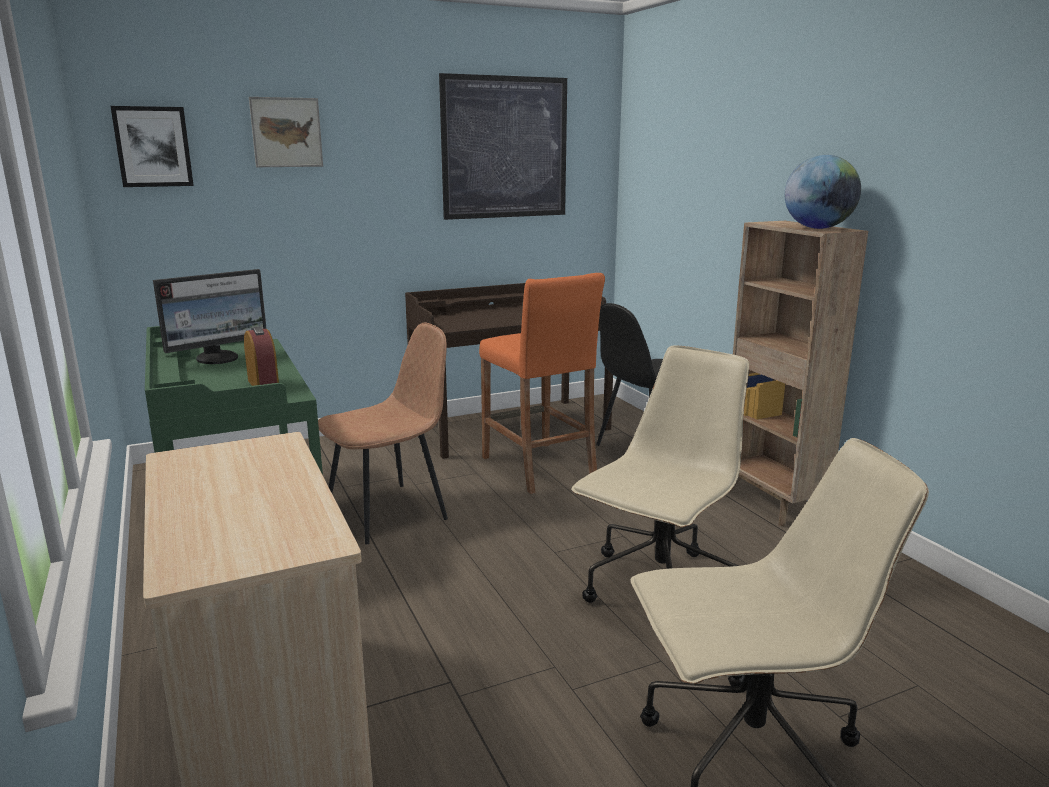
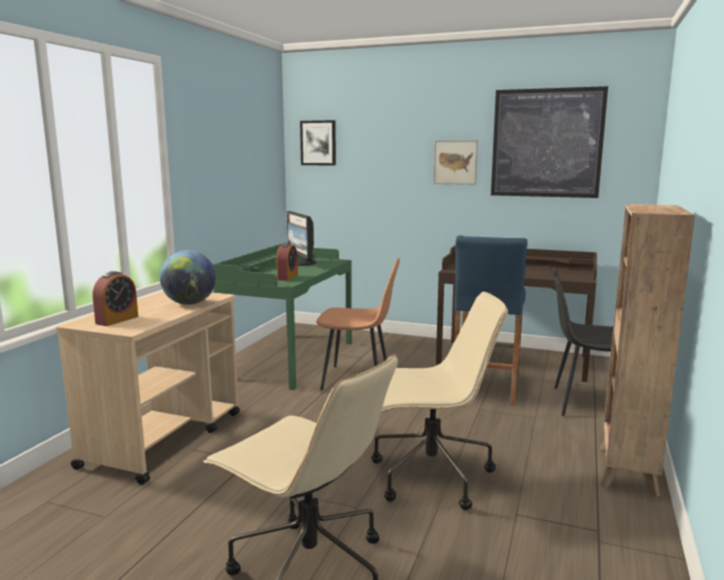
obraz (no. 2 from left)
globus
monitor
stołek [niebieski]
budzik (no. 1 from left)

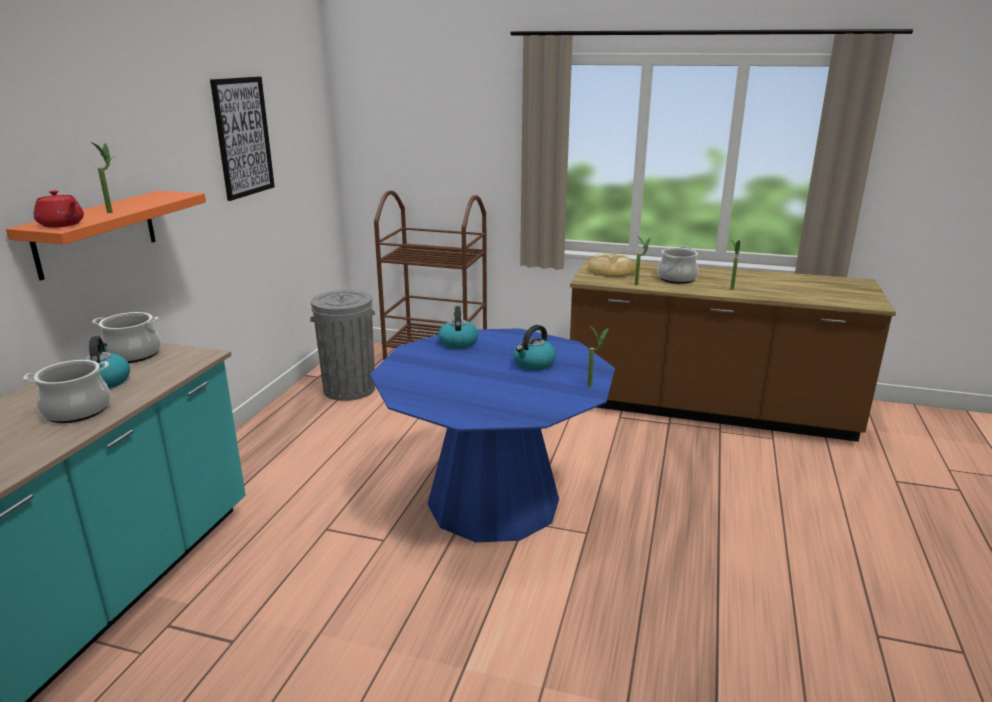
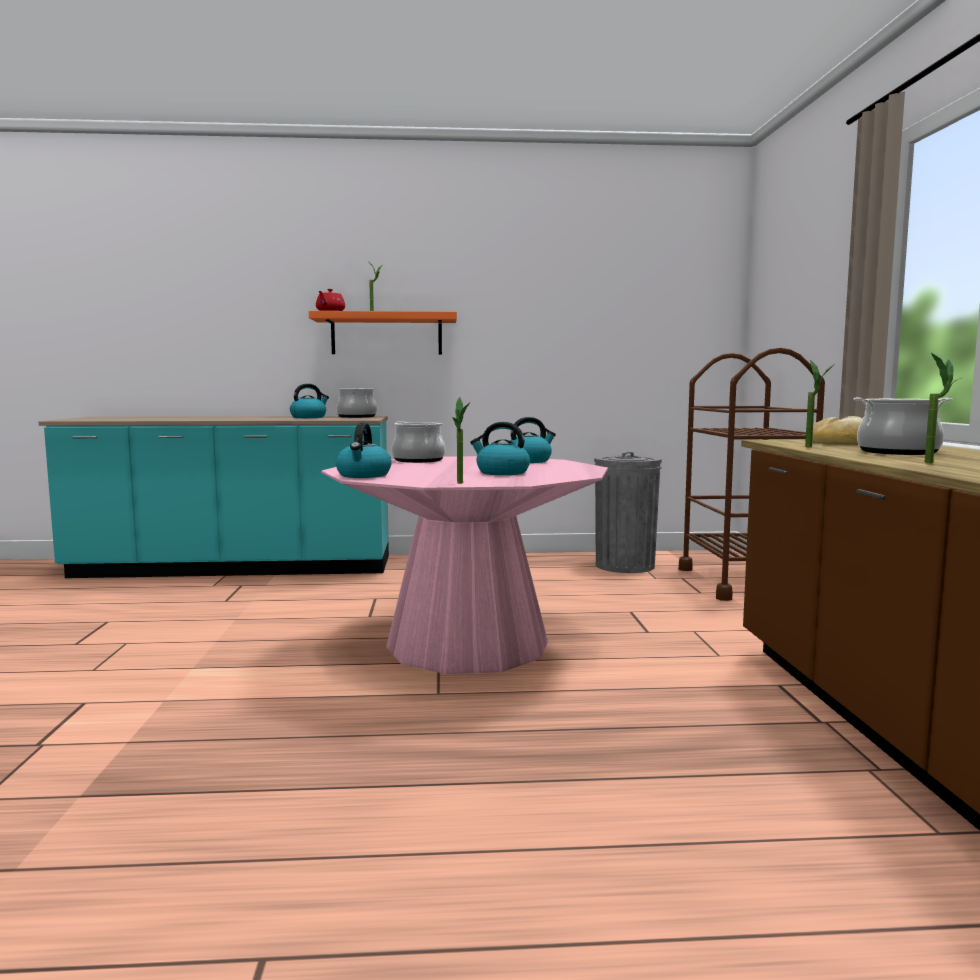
obraz
stół jadalny [różowy]
garnek (no. 2 from left)
czajnik (no. 2 from left)

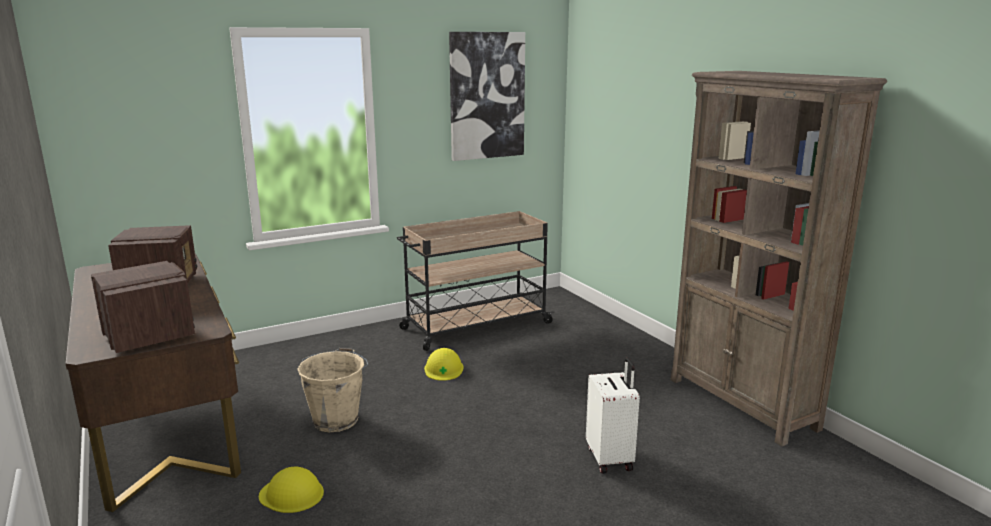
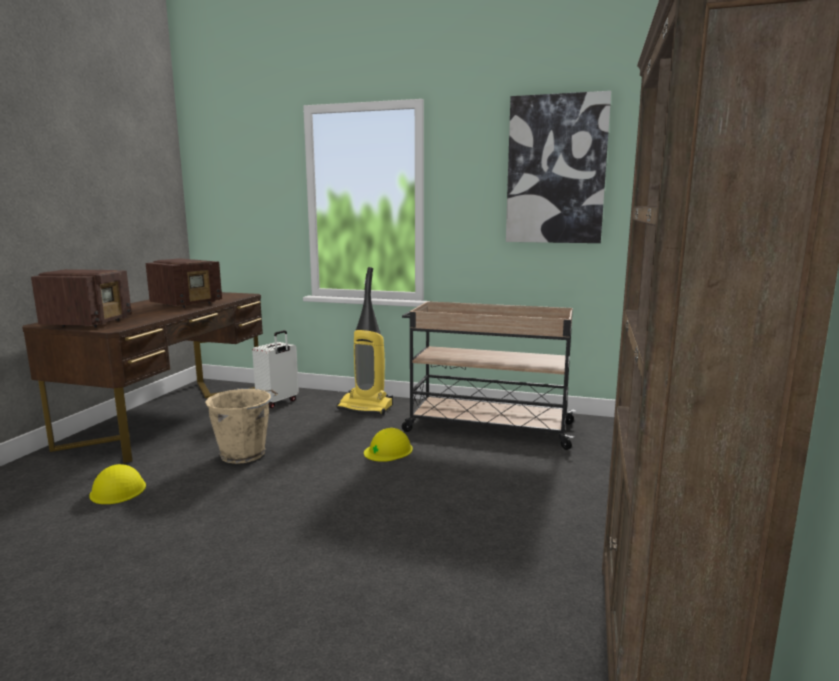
walizka [biały]
odkurzacz

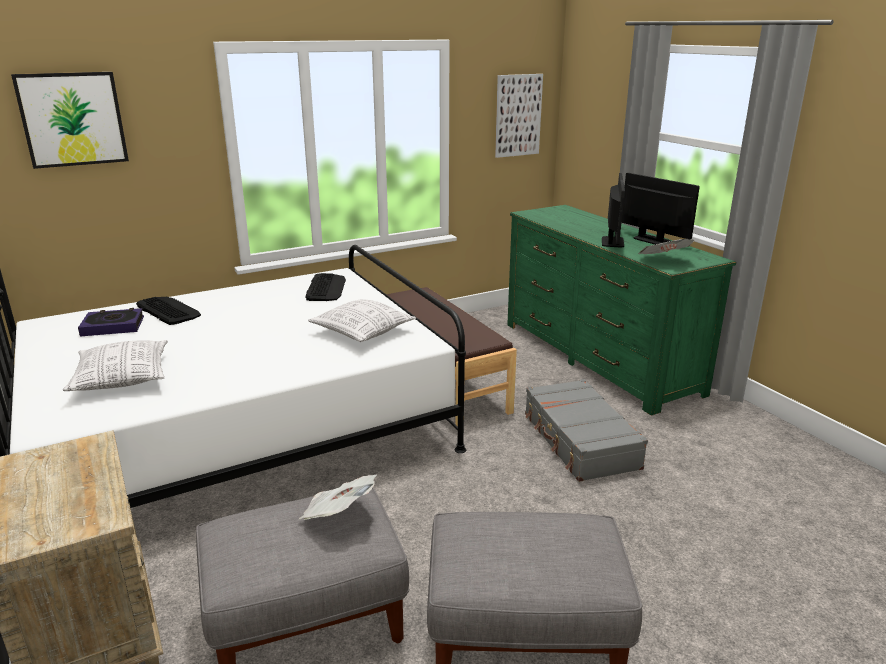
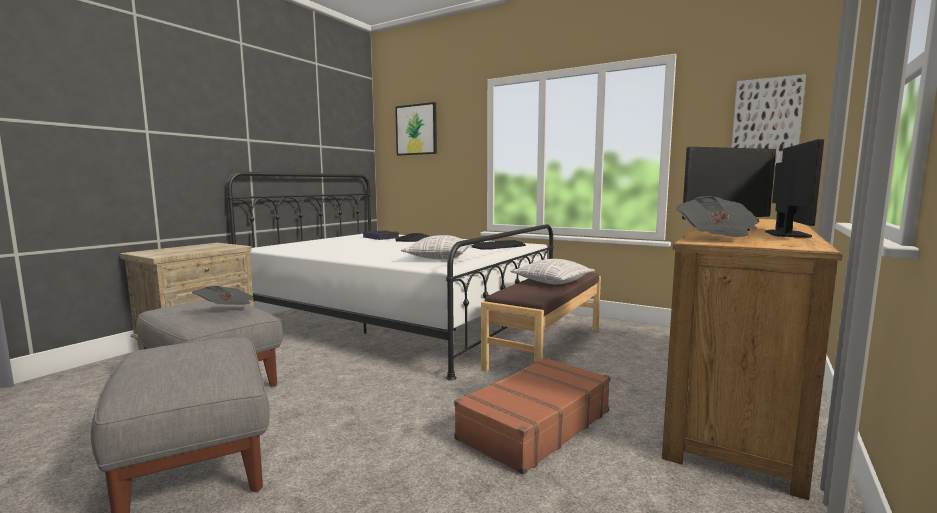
komoda [brązowy]
poduszka (no. 2 from left)
walizka [brązowy]

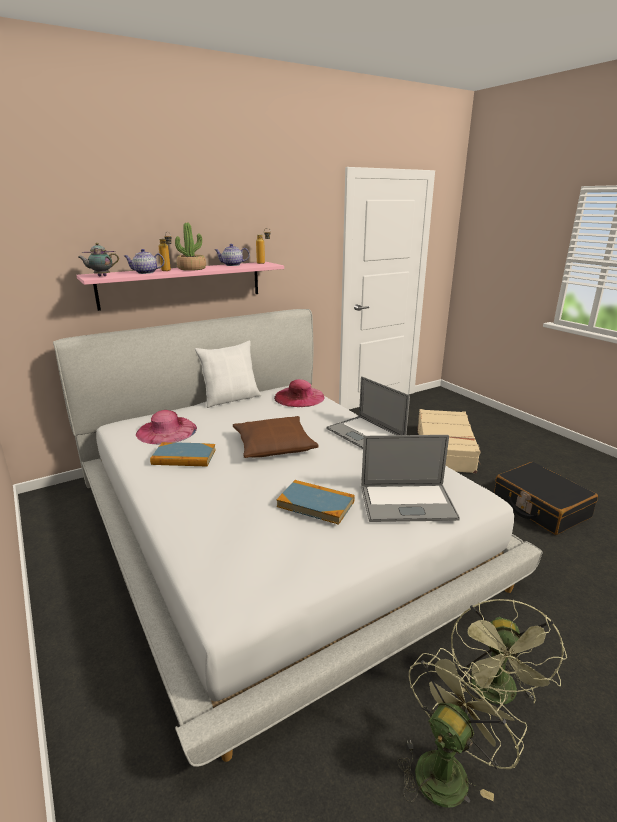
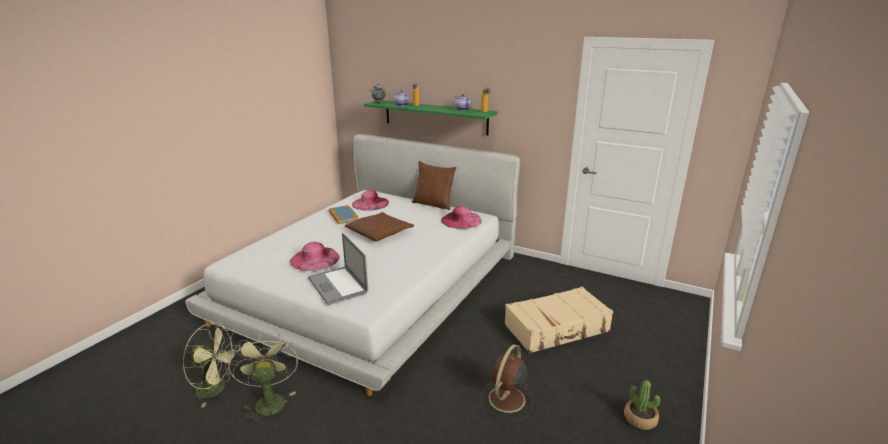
roślina doniczkowa
półka [zielony]
poduszka [brązowy] (no. 2 from left)
laptop (no. 1 from left in the first image)
wentylator [brązowy]
kapelusz [różowy] (no. 1 from left)
wentylator [zielony] (no. 2 from left)

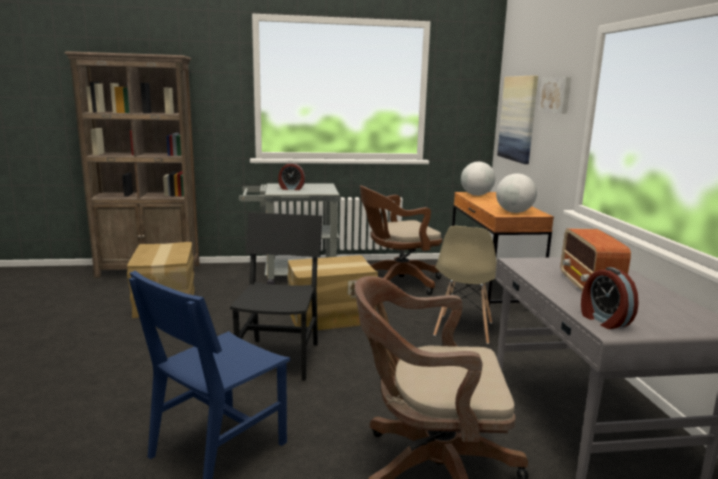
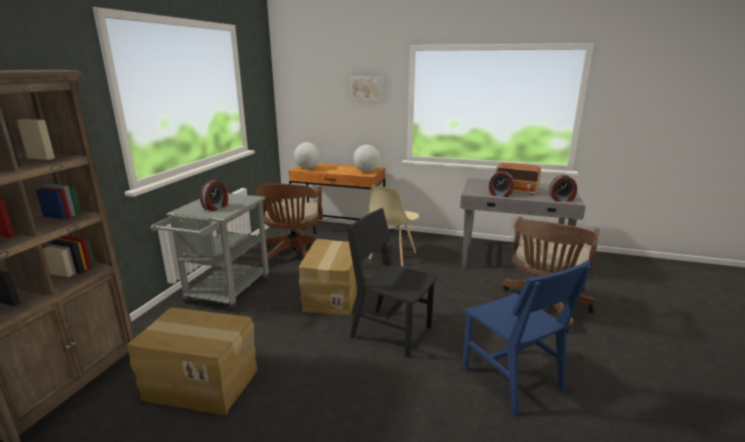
obraz (no. 1 from left in the first image)
krzesło [beżowy]
budzik (no. 2 from left)

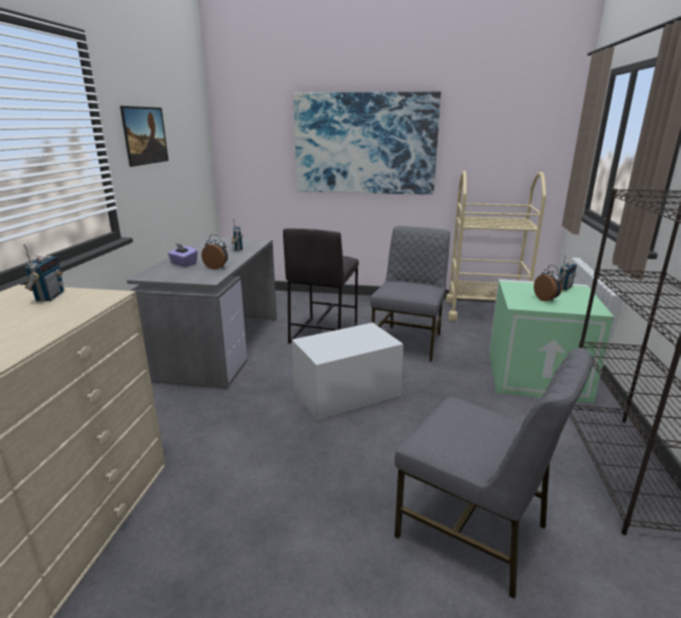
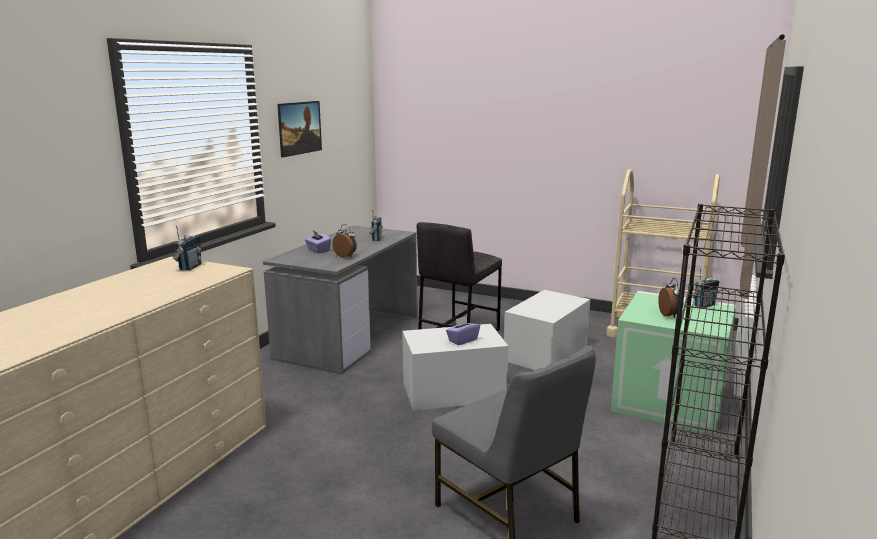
obraz (no. 2 from left in the first image)
pojemnik do przechowywania [biały] (no. 2 from left)
pudełko chusteczek [fioletowy] (no. 2 from left)

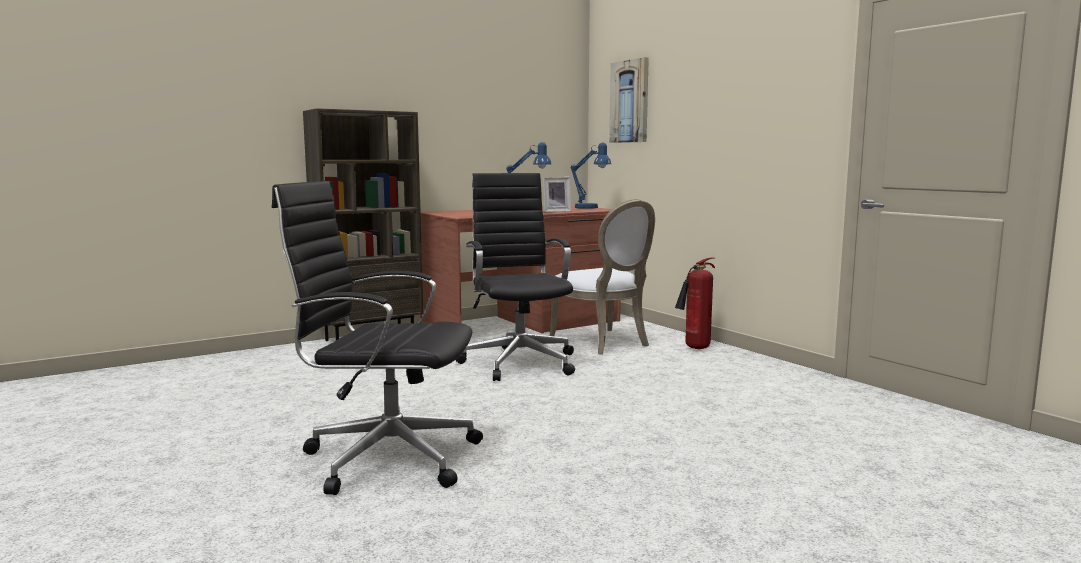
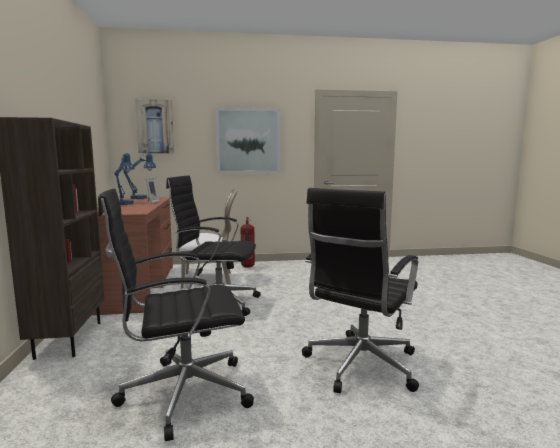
obraz (no. 2 from left)
krzesło biurowe [czarny] (no. 1 from left)

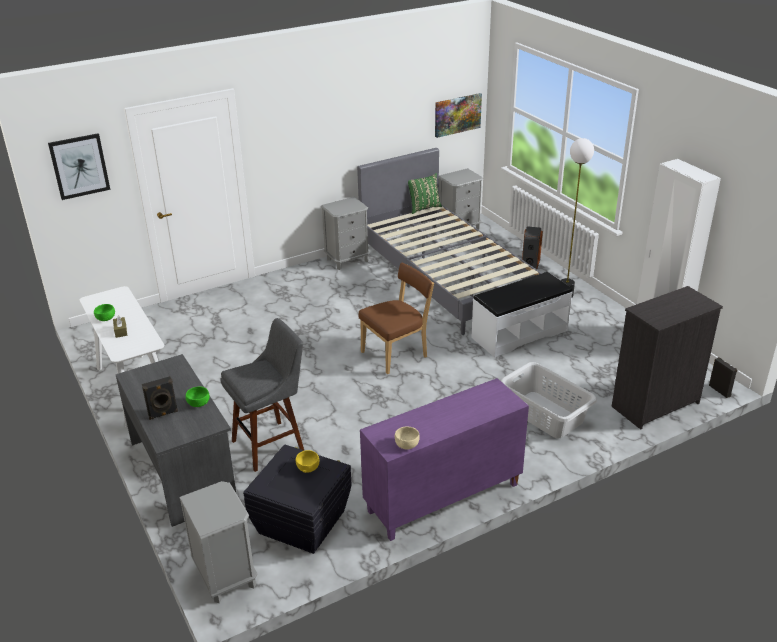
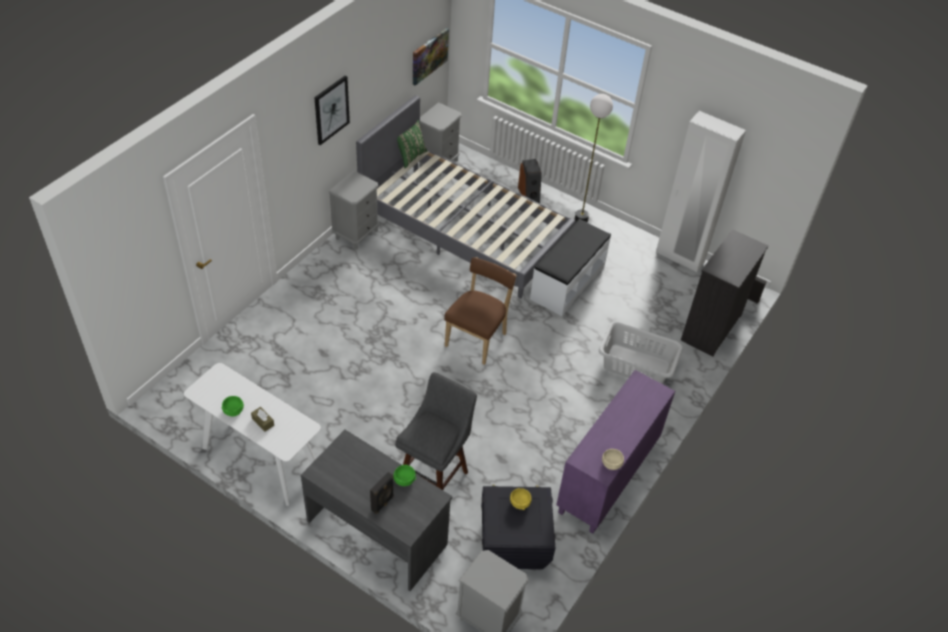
obraz (no. 1 from left)

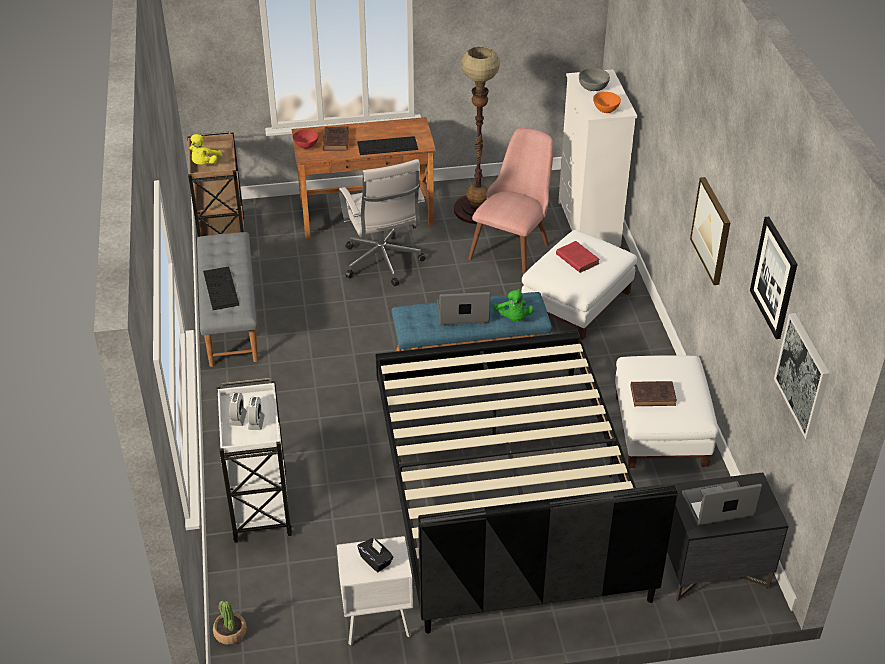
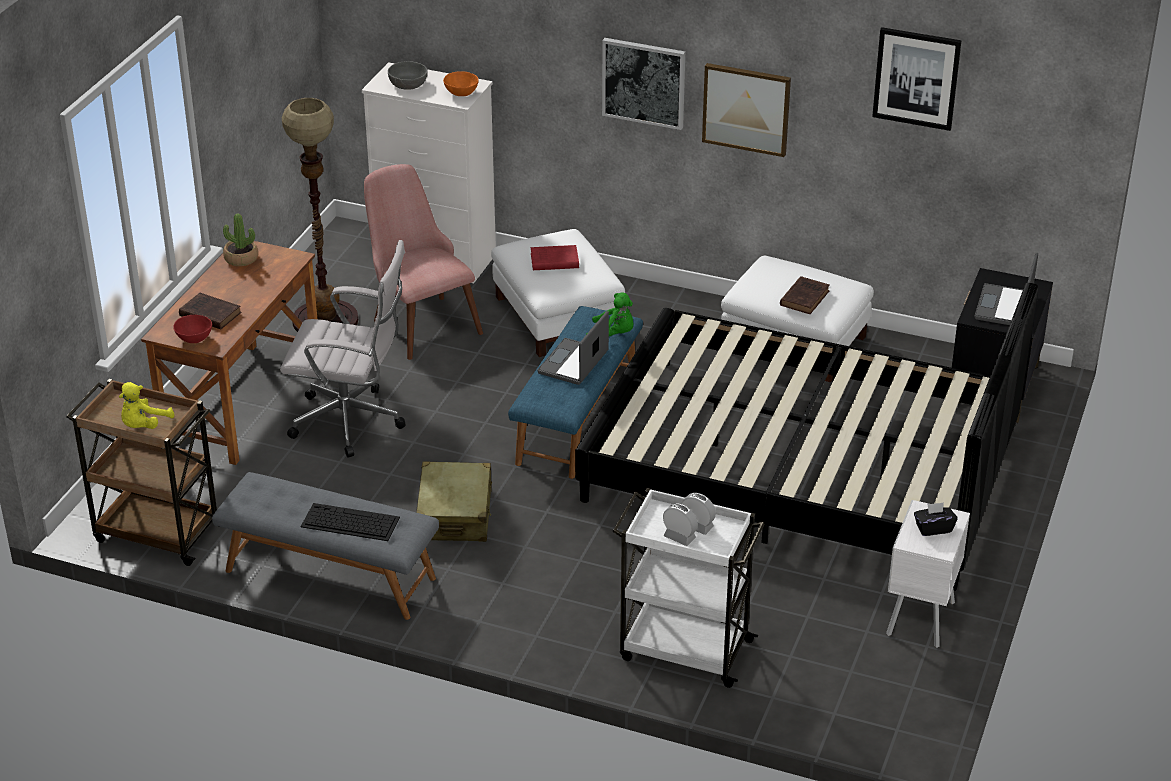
pluszak [żółty]
klawiatura (no. 2 from left in the first image)
obraz (no. 1 from left)
roślina doniczkowa
walizka [beżowy]

